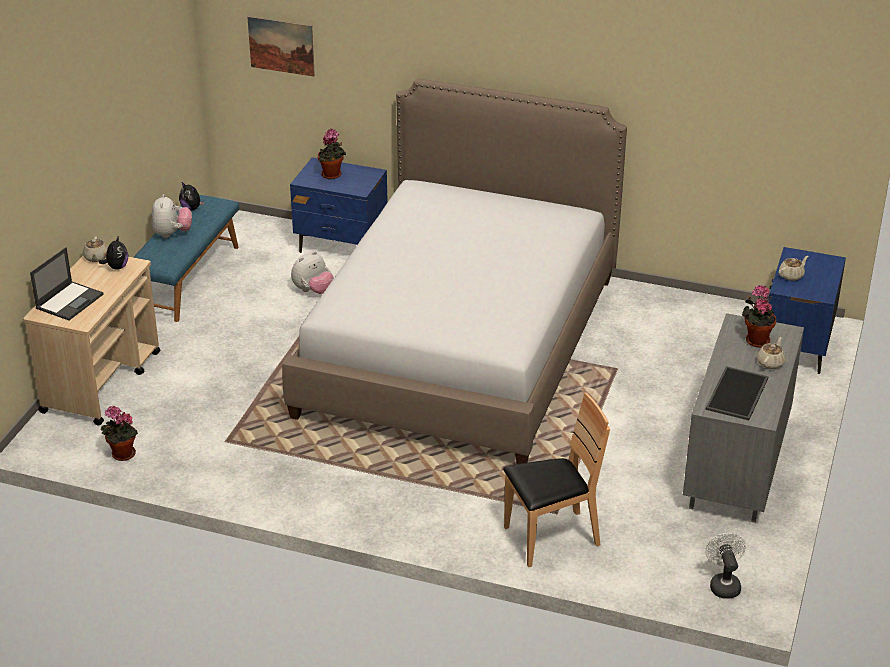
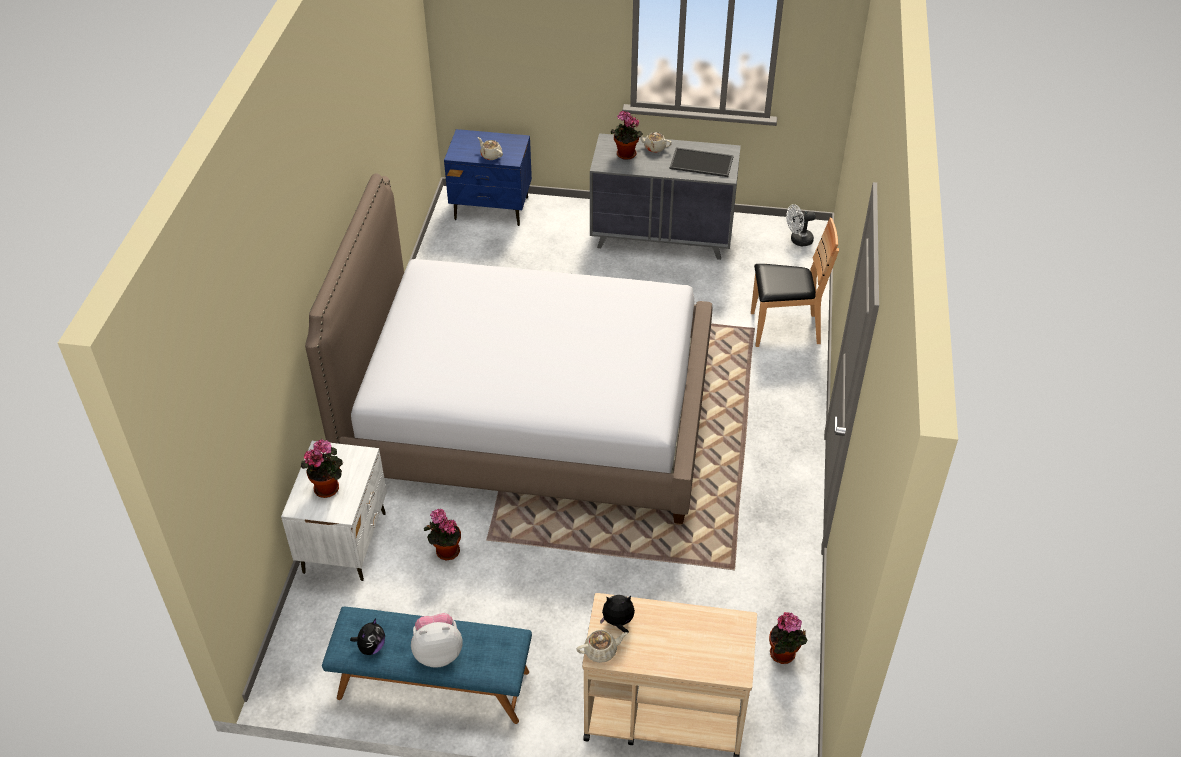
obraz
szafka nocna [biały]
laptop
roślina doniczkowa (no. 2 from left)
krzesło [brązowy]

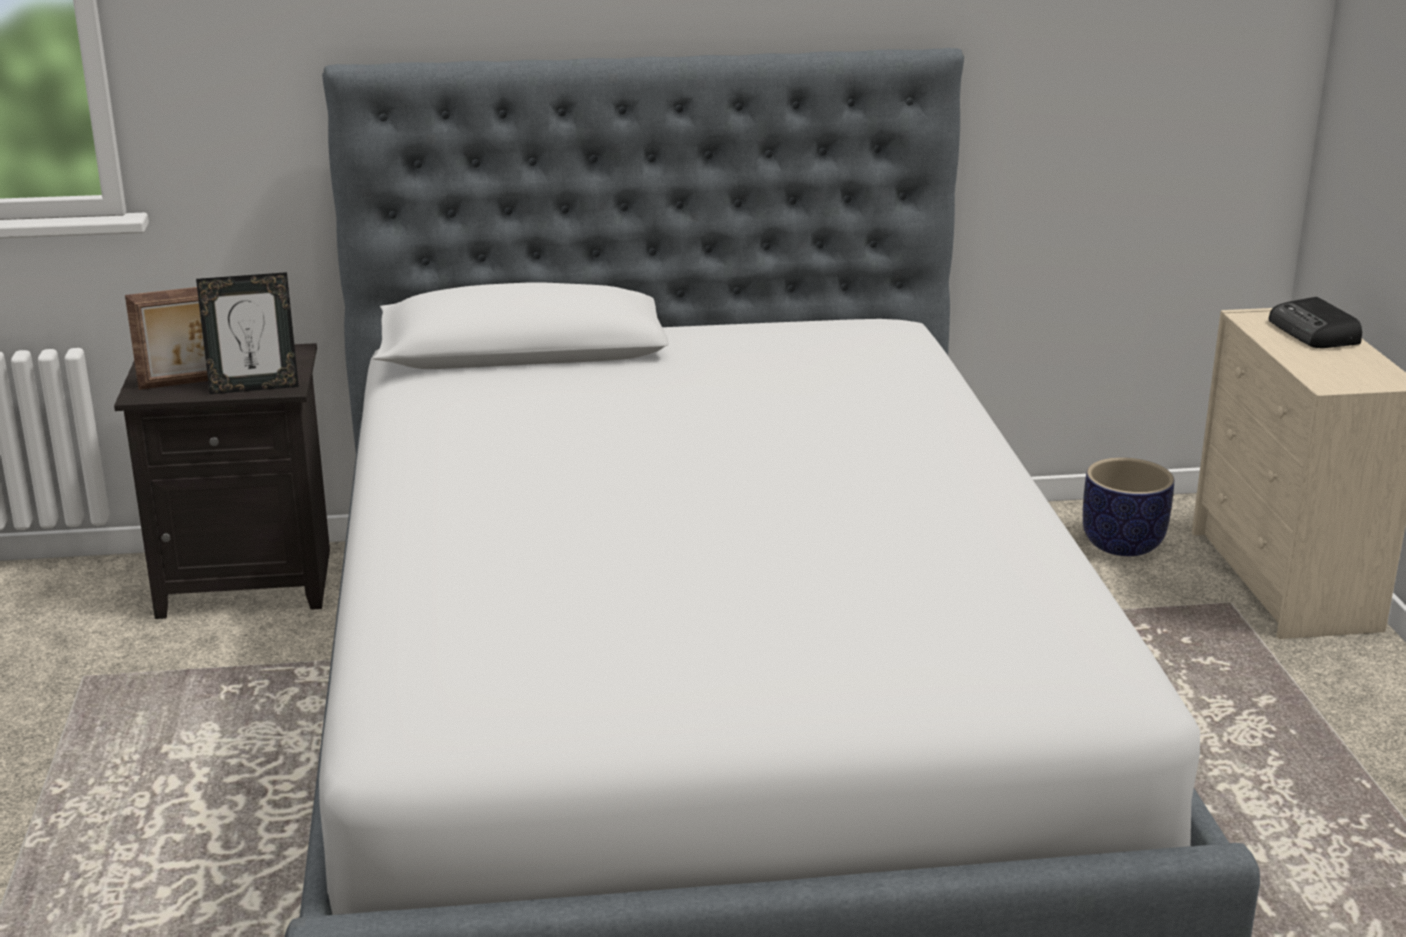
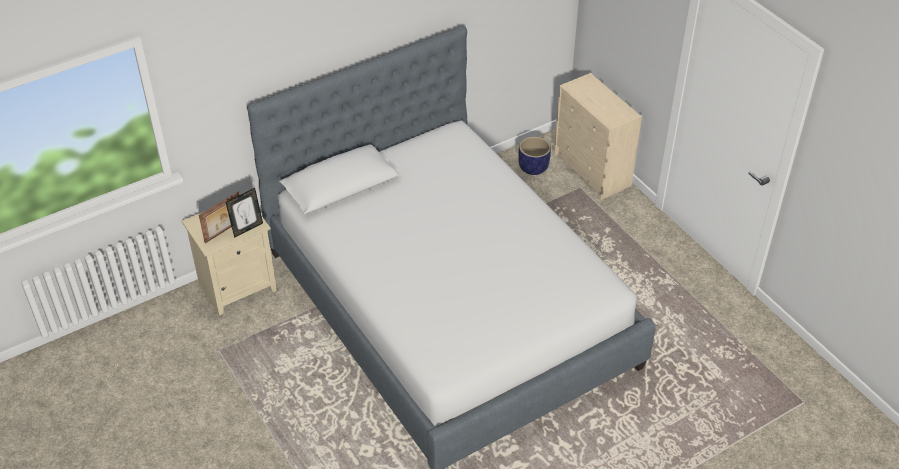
radio
szafka nocna [beżowy]

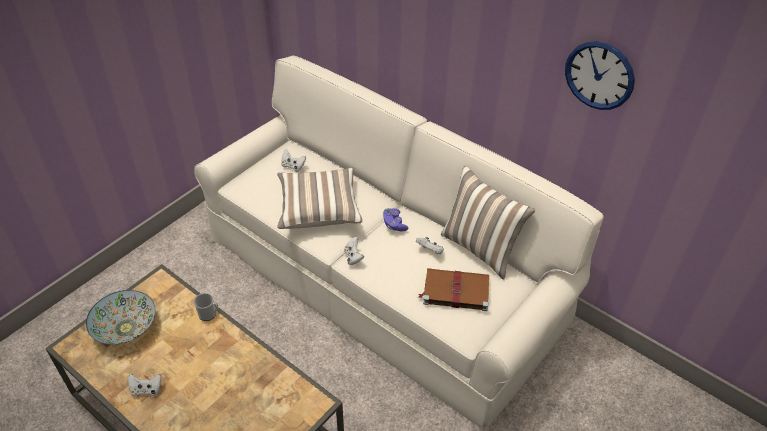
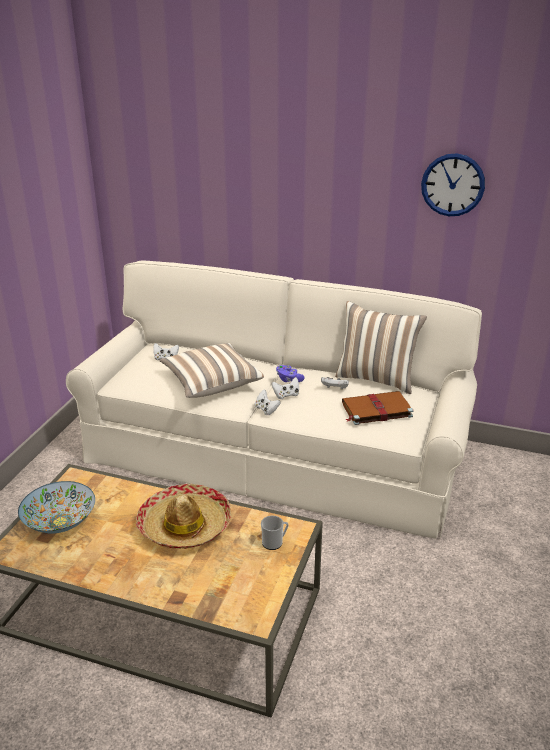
kubek
pad do gier [biały] (no. 3 from left)
kapelusz

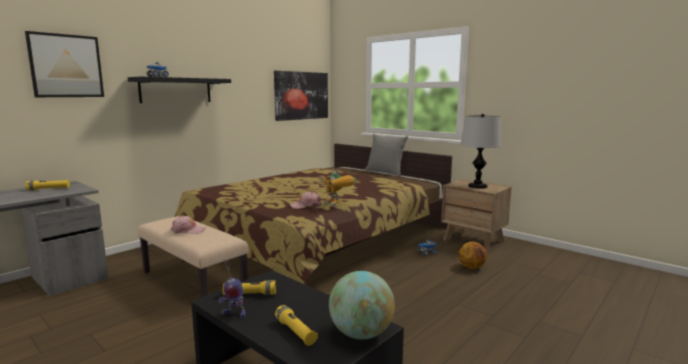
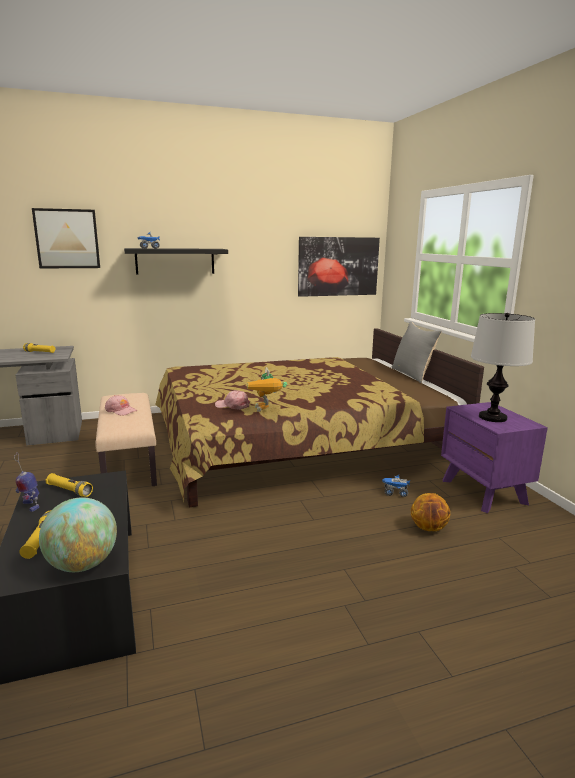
szafka nocna [fioletowy]

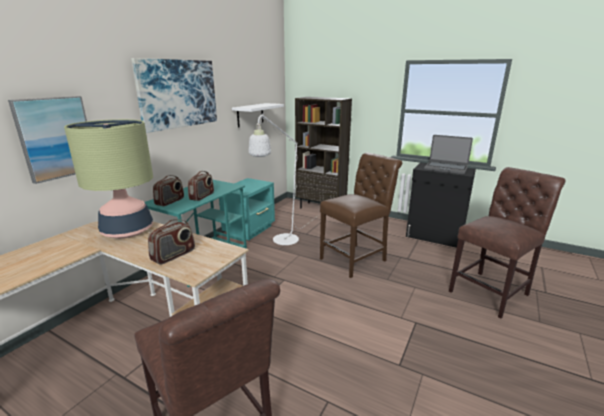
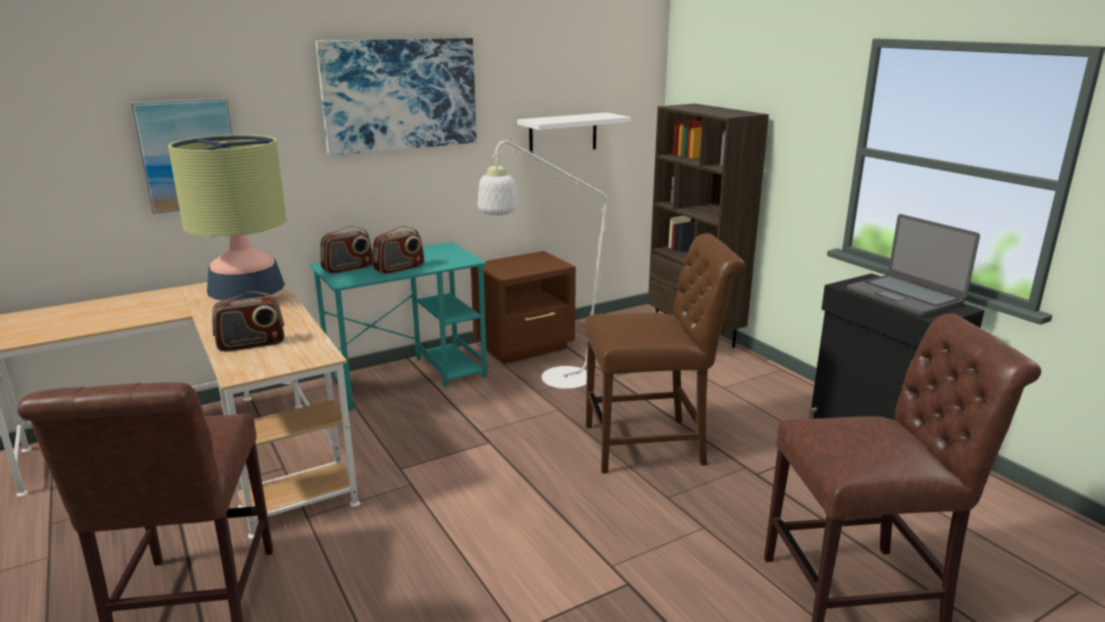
szafka nocna [brązowy]

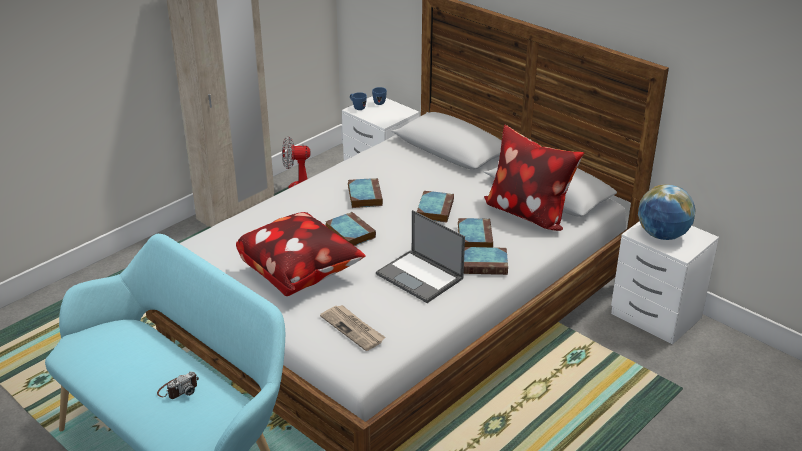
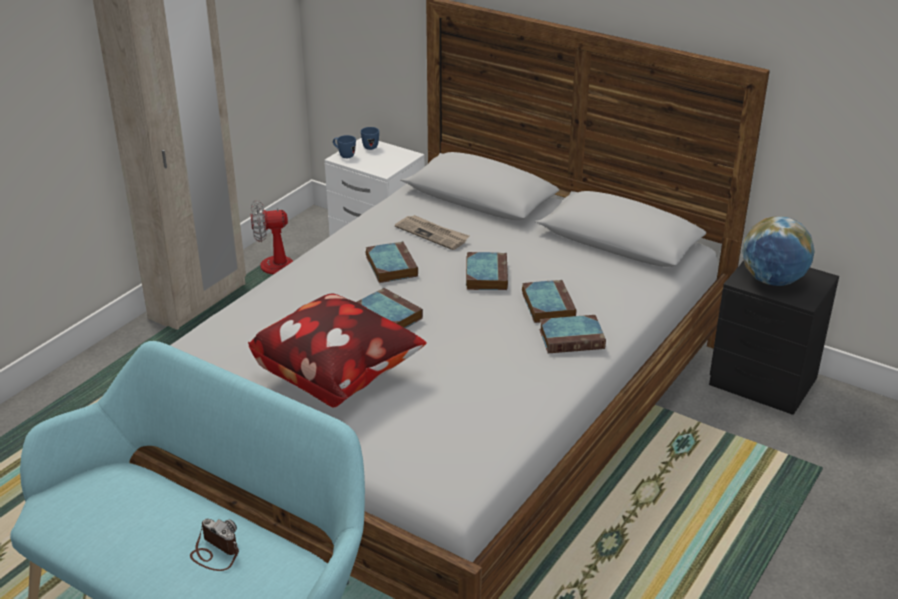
poduszka (no. 2 from left in the first image)
laptop
szafka nocna [czarny]
gazeta
aparat fotograficzny

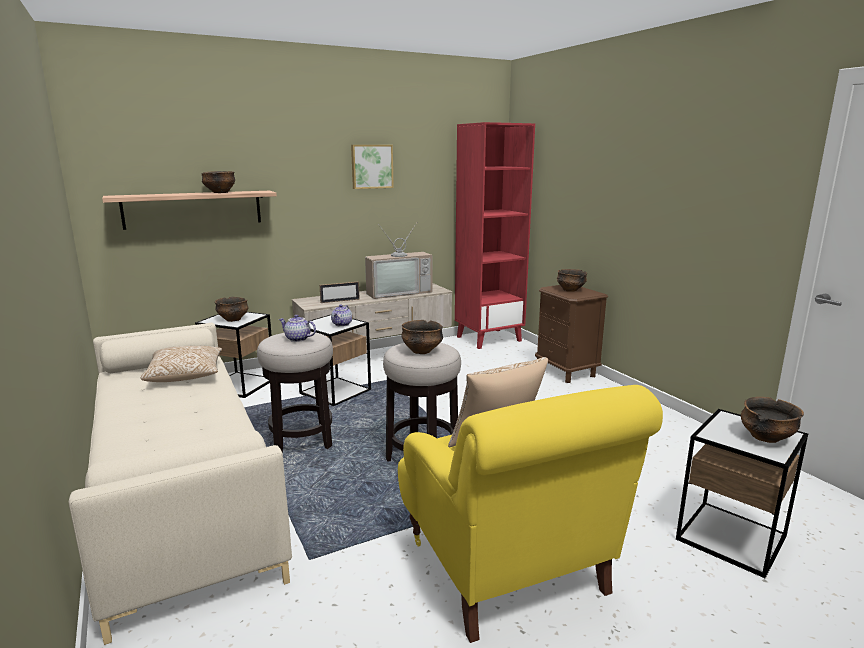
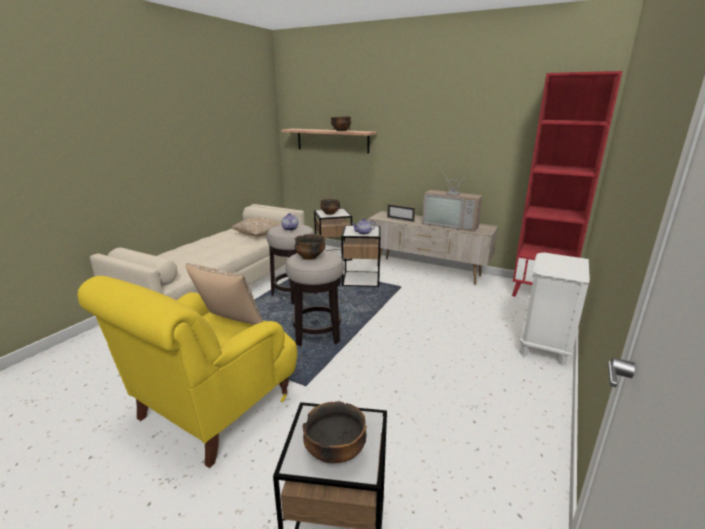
obraz
miska (no. 4 from left in the first image)
szafka nocna [biały]

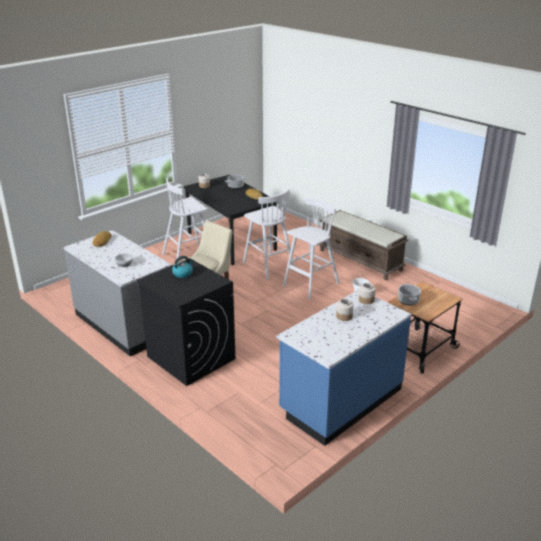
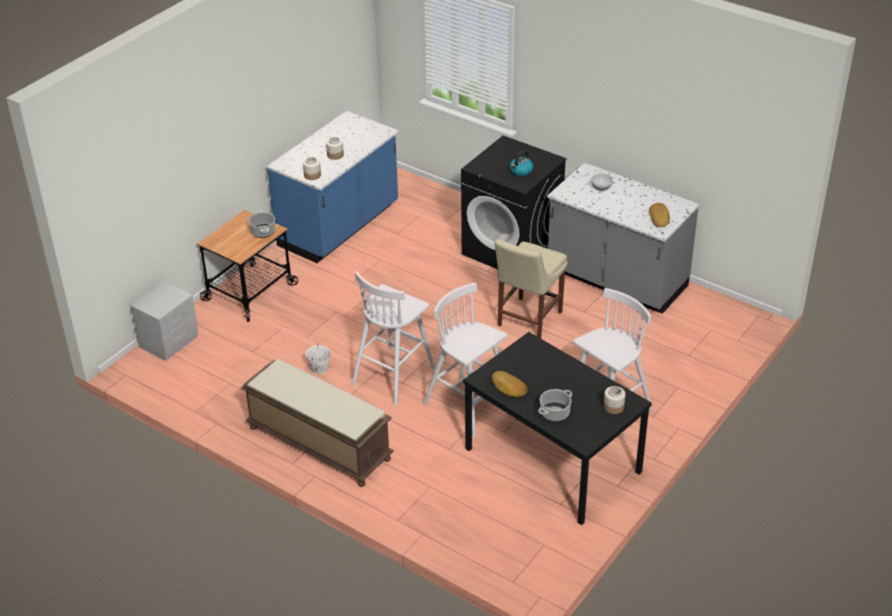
szafka nocna [szary]

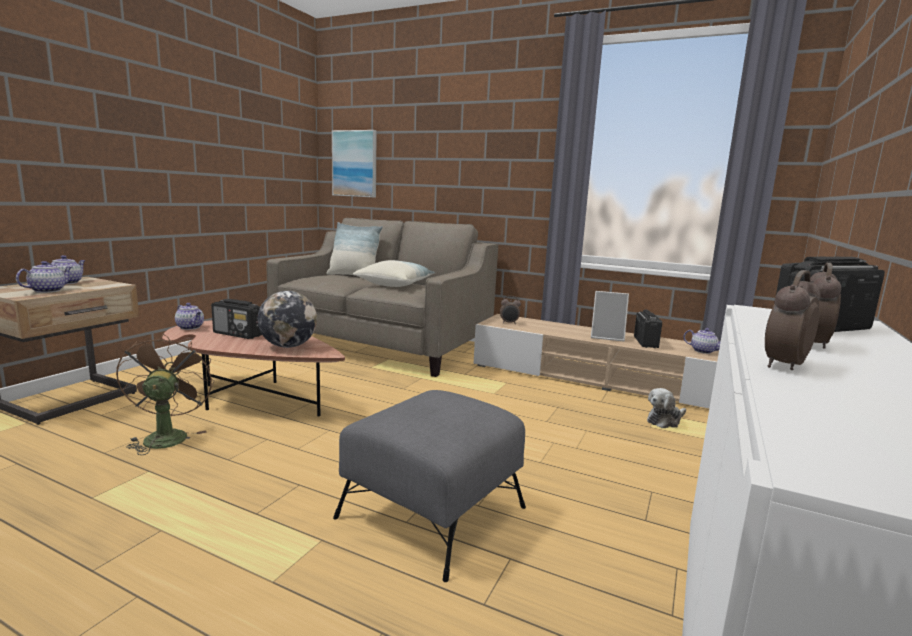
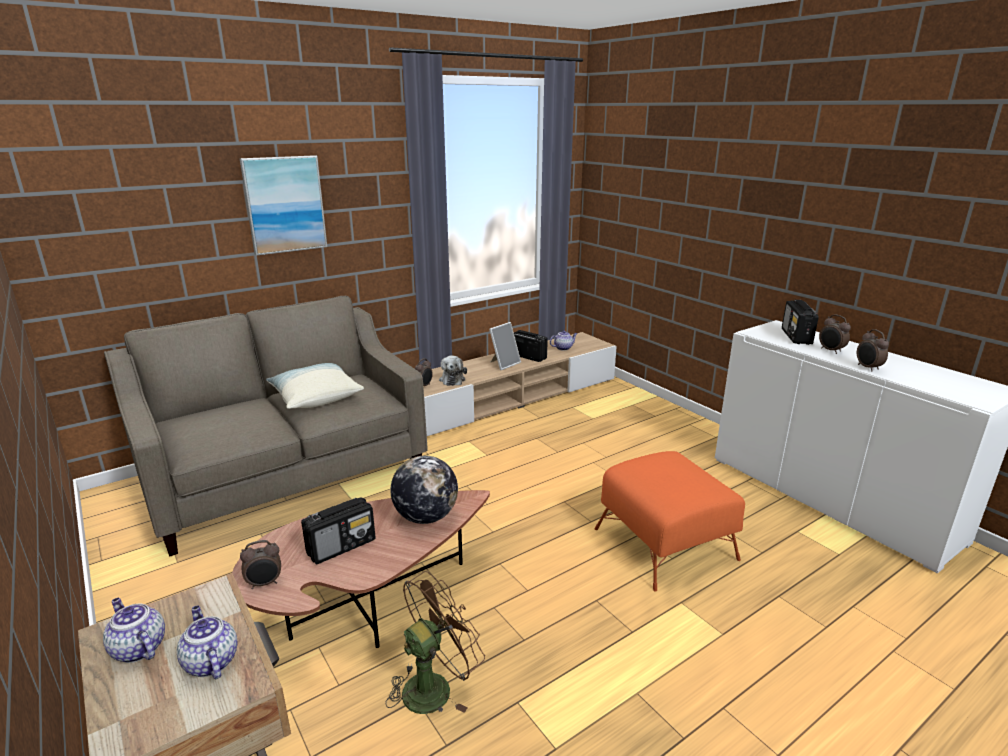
obraz
poduszka (no. 1 from left in the first image)
budzik (no. 1 from left)
wentylator [brązowy]
pluszak
pufa [pomarańczowy]

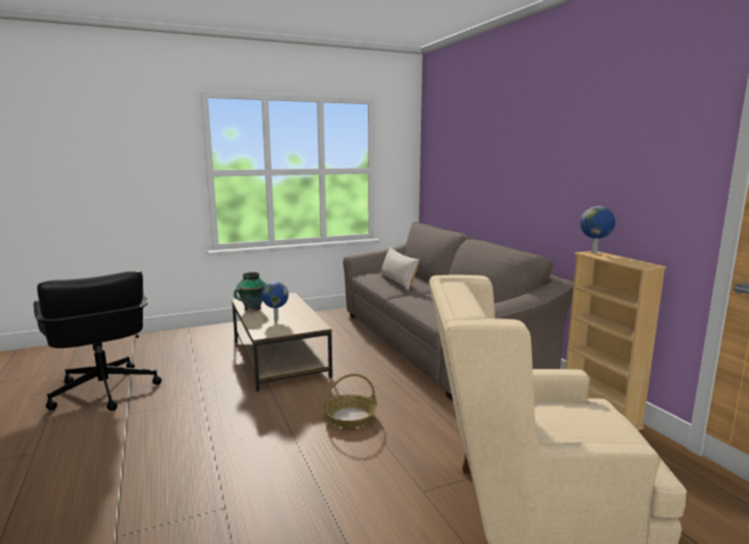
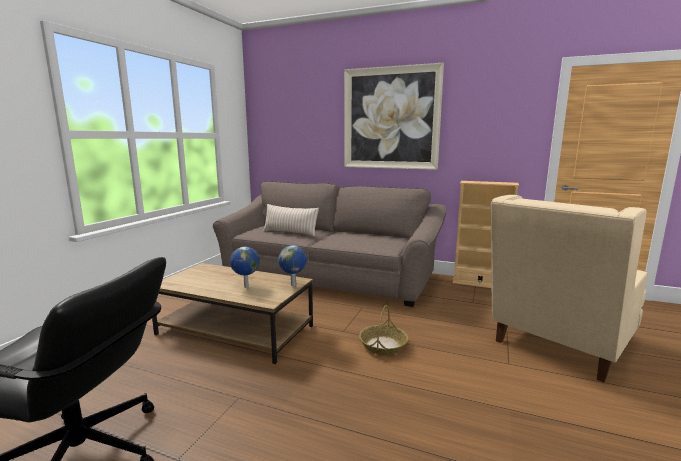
globus (no. 2 from left)
wazon
obraz

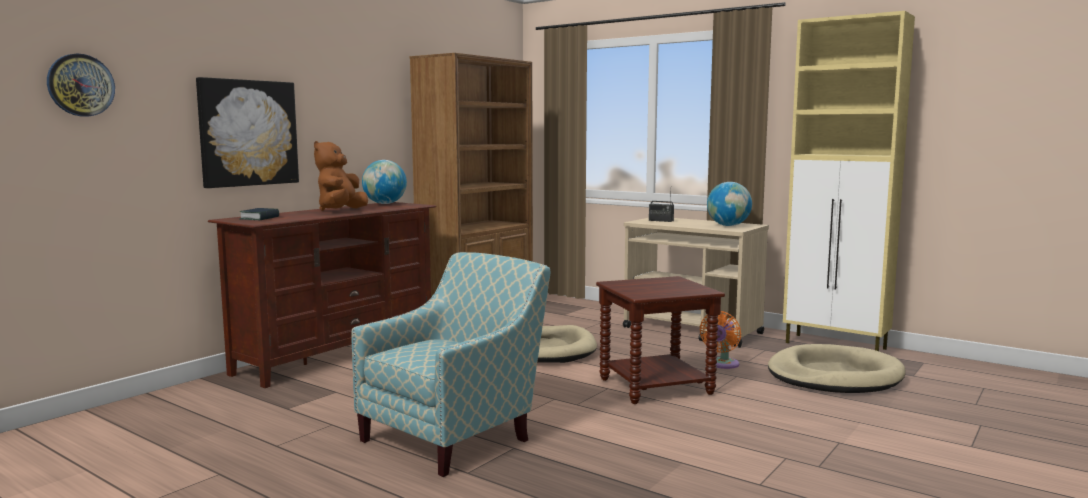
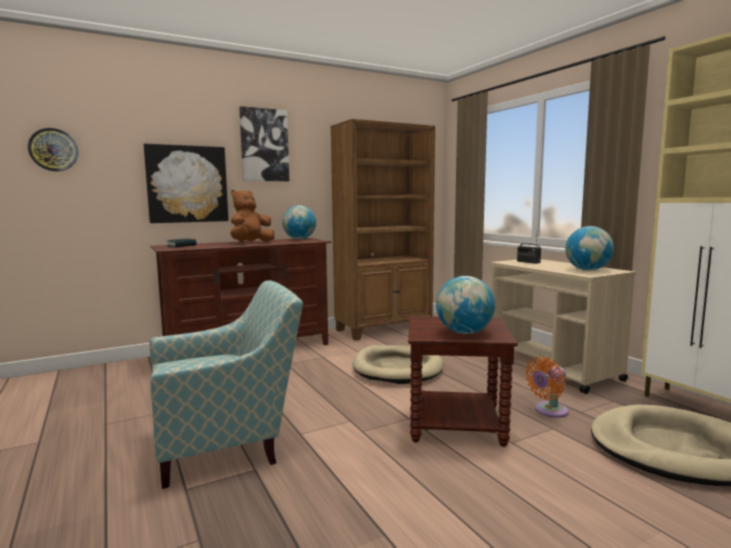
obraz (no. 2 from left)
globus (no. 2 from left)

